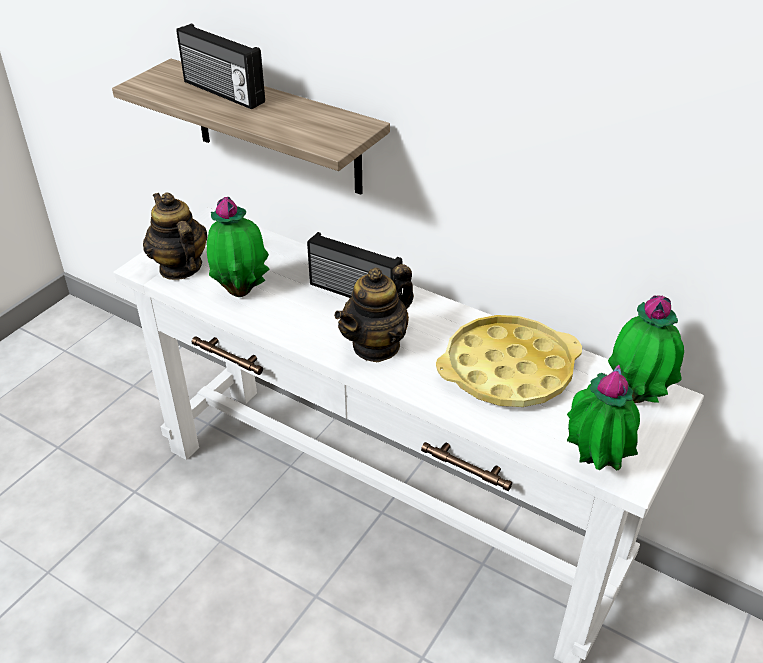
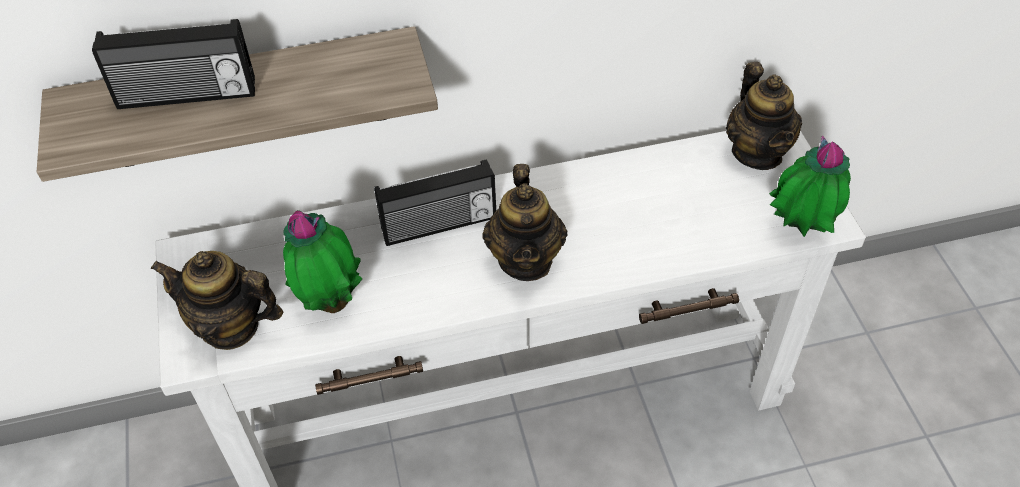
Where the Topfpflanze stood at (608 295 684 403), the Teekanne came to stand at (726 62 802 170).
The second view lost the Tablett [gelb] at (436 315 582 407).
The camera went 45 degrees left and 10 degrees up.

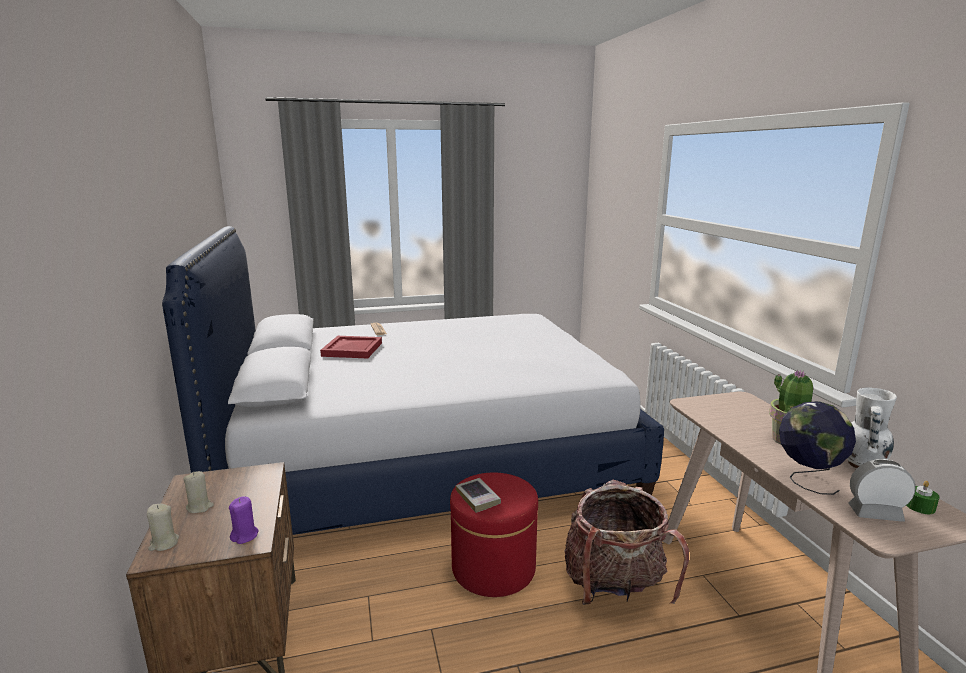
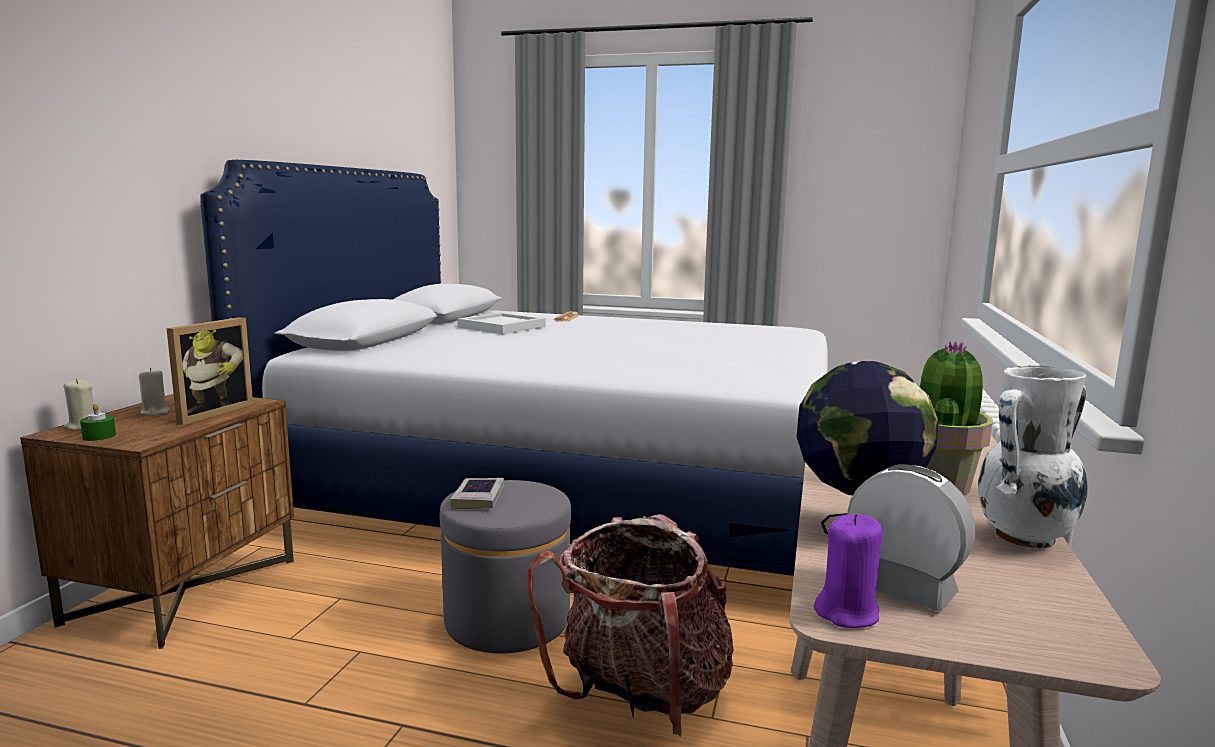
What was the Tablett [rot] at (320 336 382 358) turned into the Tablett [weiß] at (458 312 546 334).
What was the Polsterhocker [rot] at (450 473 538 597) turned into the Polsterhocker [grau] at (440 480 571 653).
The Kerze [grün] ended up elsewhere, having gone from (906 481 939 514) to (80 404 116 441).
The Kerze [lila] ended up elsewhere, having gone from (229 496 258 544) to (814 514 883 628).
The second view gained the Bilderrahmen at (166 317 253 425).
The camera went 30 degrees right and 5 degrees down.

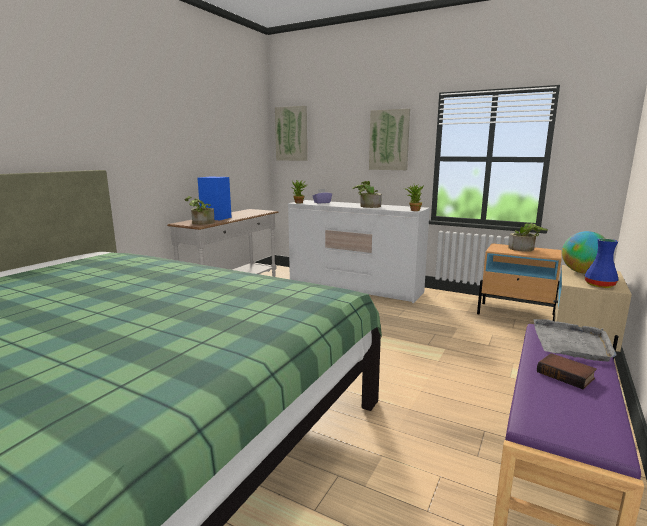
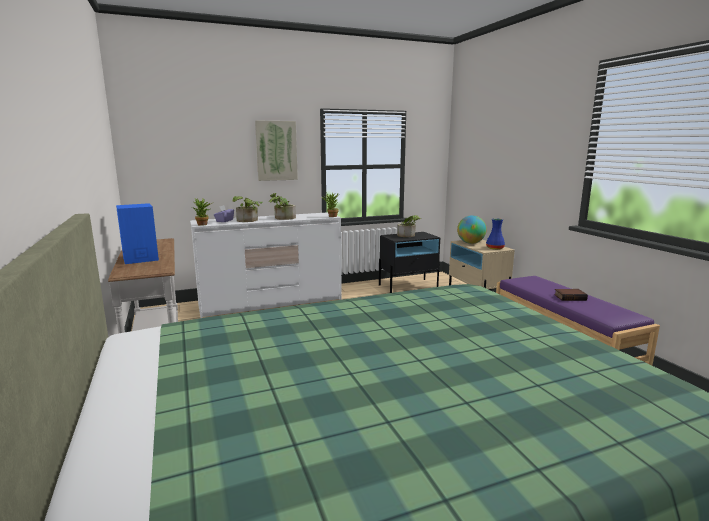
The second view lost the Bild at (275 106 307 161).
The Topfpflanze ended up elsewhere, having gone from (185 196 215 225) to (233 196 263 222).
What was the Nachttisch [beige] at (477 243 562 321) turned into the Nachttisch [schwarz] at (379 232 440 293).
The second view lost the Tablett [grau] at (534 319 617 362).
The camera went 50 degrees left and 0 degrees up.

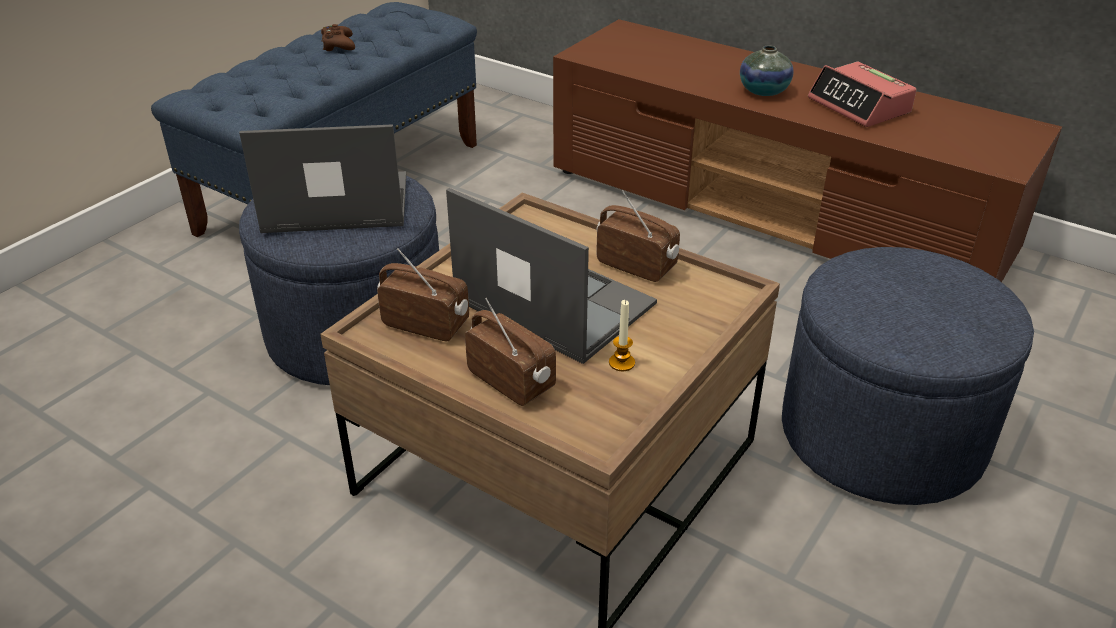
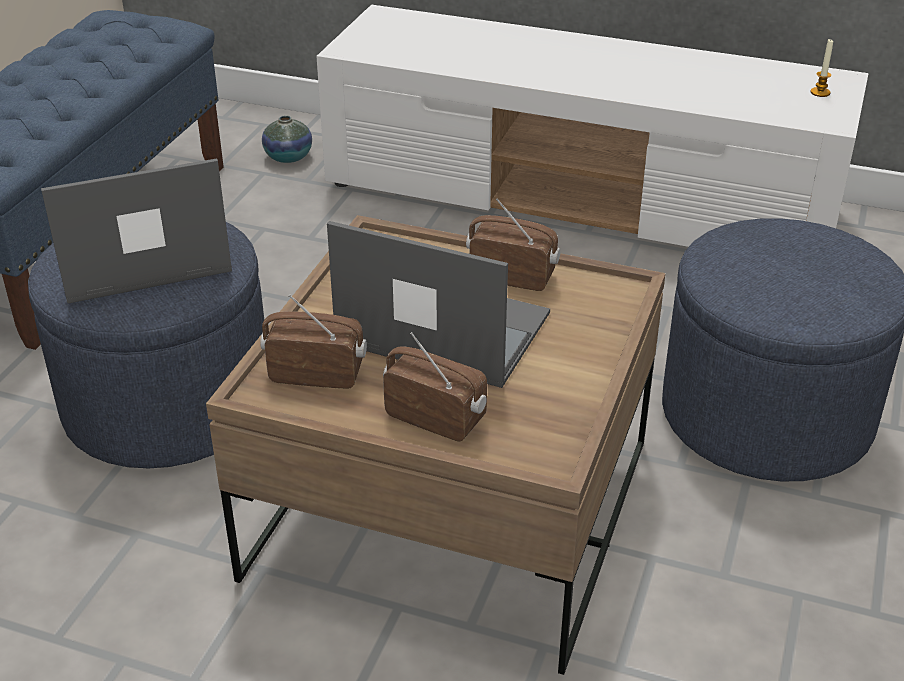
What was the Fernsehschrank [braun] at (553 19 1062 282) turned into the Fernsehschrank [weiß] at (316 5 869 247).
The second view lost the Gamepad [braun] at (321 24 355 51).
The Vase ended up elsewhere, having gone from (740 46 794 96) to (262 115 312 163).
The second view lost the Wecker at (808 62 917 127).
The Kerze ended up elsewhere, having gone from (609 300 635 371) to (811 39 833 97).
The camera went 15 degrees left and 0 degrees up.

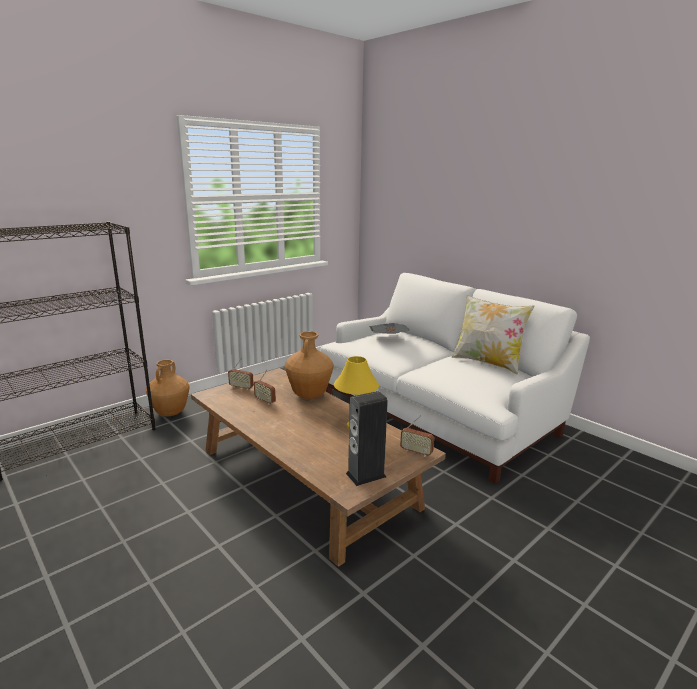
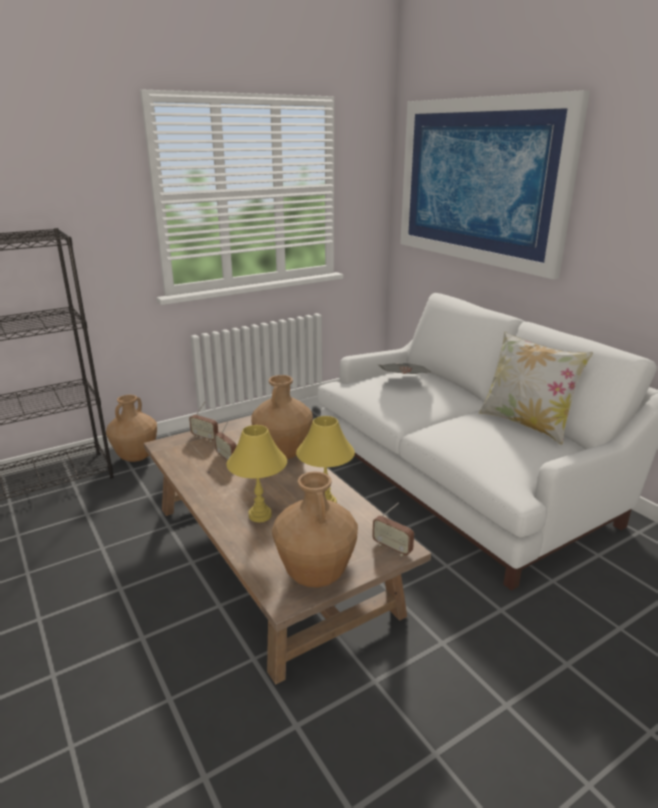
Where the Lautsprecher stood at (346 391 388 486), the Vase [braun] came to stand at (272 471 358 588).
The second view gained the Bild at (400 90 590 279).
The second view gained the Tischlampe [gelb] at (227 425 287 522).
The camera went 10 degrees right and 5 degrees up.

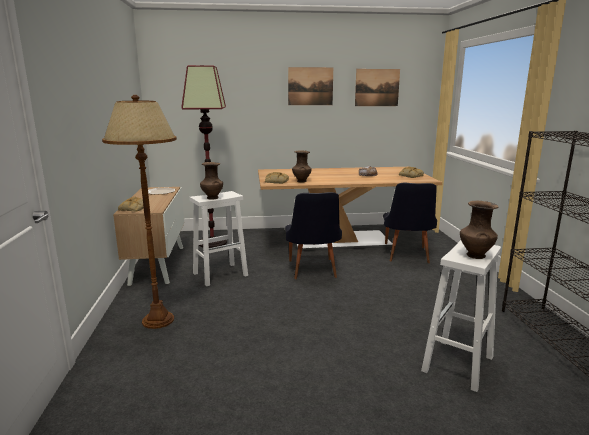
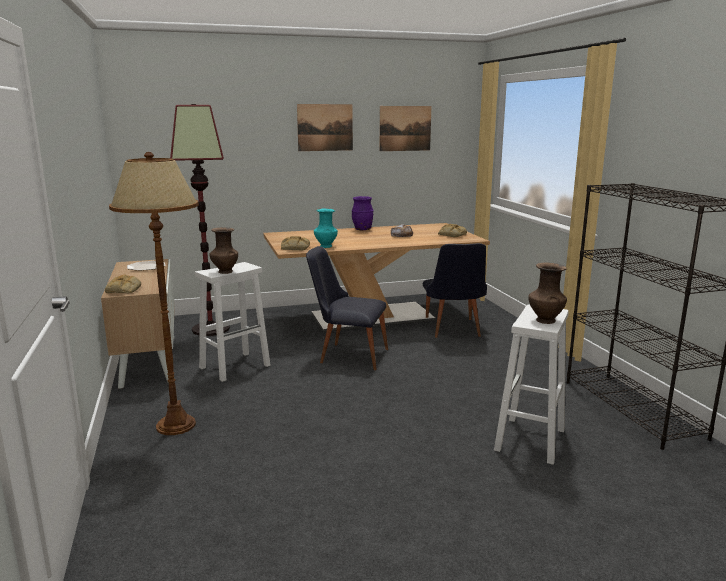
What was the Vase [braun] at (292 150 312 183) turned into the Vase [türkis] at (314 208 338 248).
The Stuhl [schwarz] at (285 192 342 279) ended up facing another way, 120 degrees clockwise from before.
The second view gained the Vase [lila] at (352 196 374 230).
The camera went 10 degrees left and 0 degrees up.

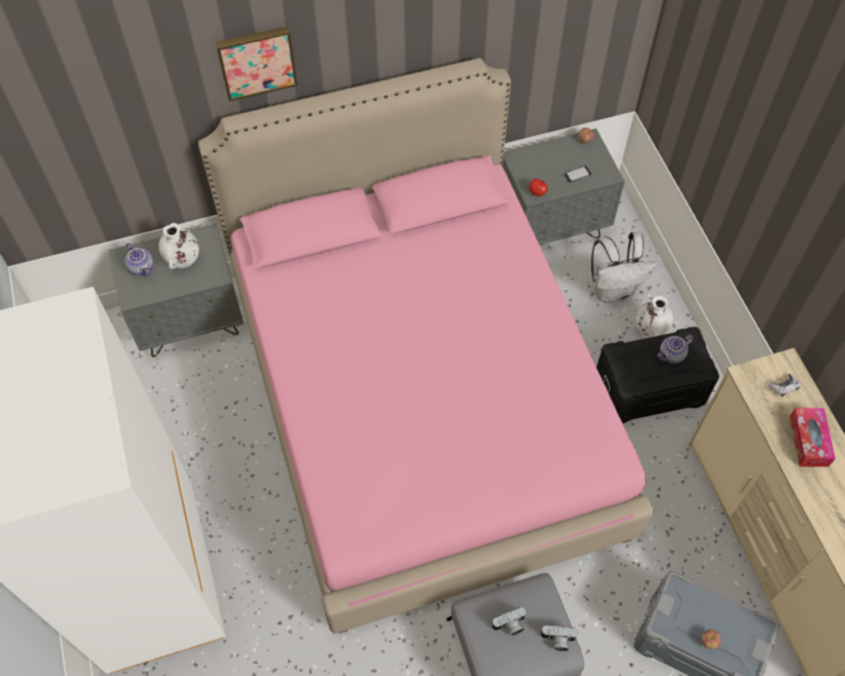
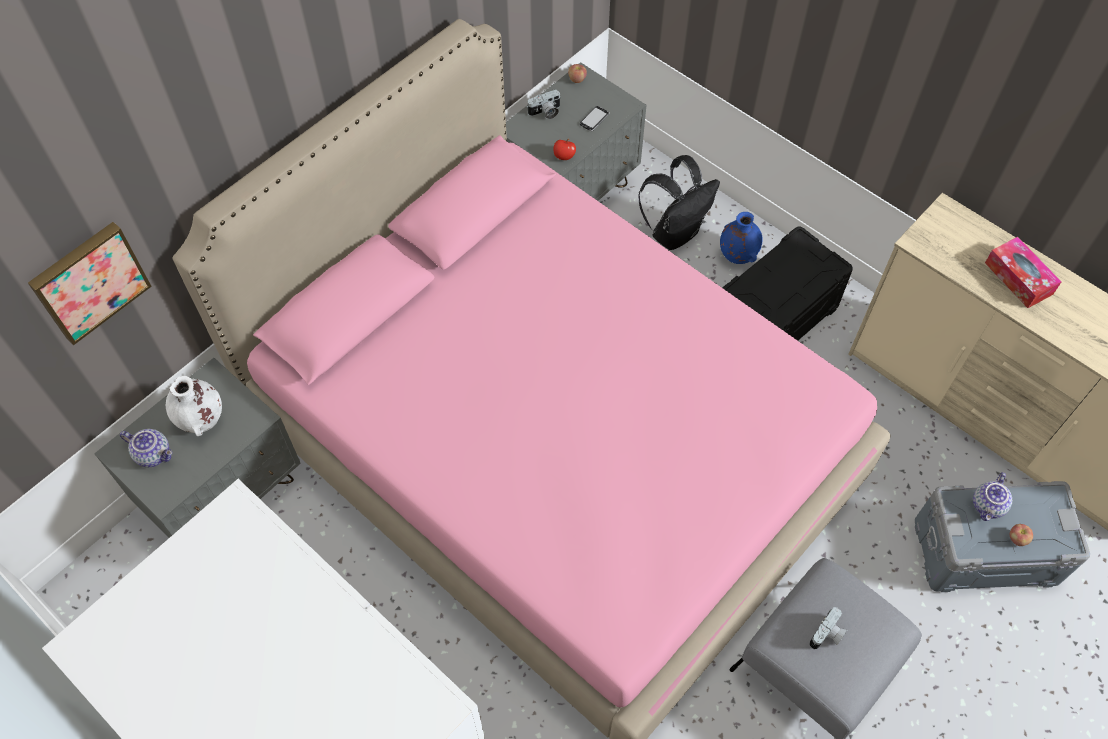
The Bild ended up elsewhere, having gone from (215 26 298 101) to (28 222 152 345).
What was the Rucksack [weiß] at (591 232 656 302) turned into the Rucksack [schwarz] at (638 155 720 250).
What was the Vase [weiß] at (636 296 673 338) turned into the Vase [blau] at (720 212 762 264).
The Teekanne ended up elsewhere, having gone from (658 335 693 364) to (973 472 1012 521).
The second view lost the Gamepad at (768 374 800 397).
The Kamera ended up elsewhere, having gone from (540 626 579 651) to (528 89 561 119).
The camera went 30 degrees left and 0 degrees up.

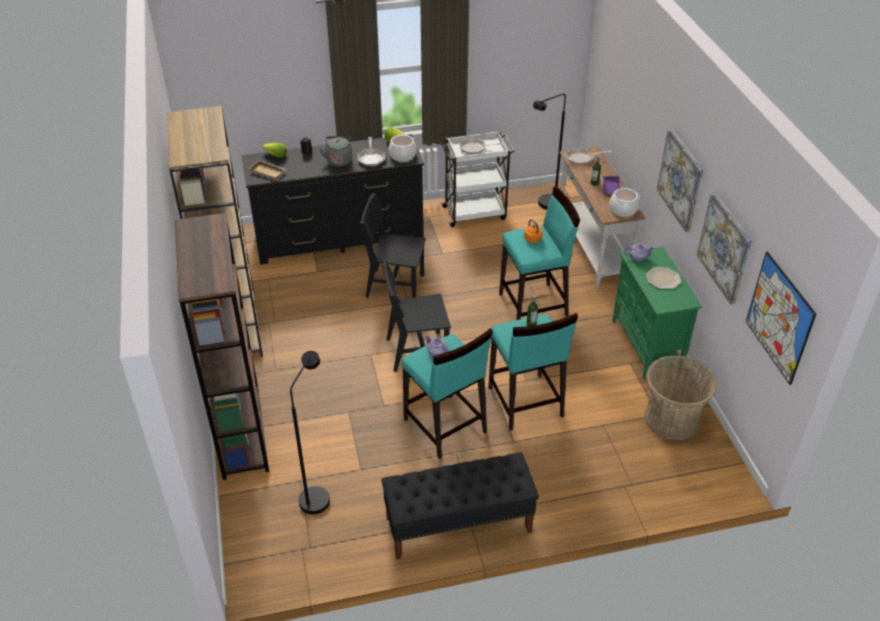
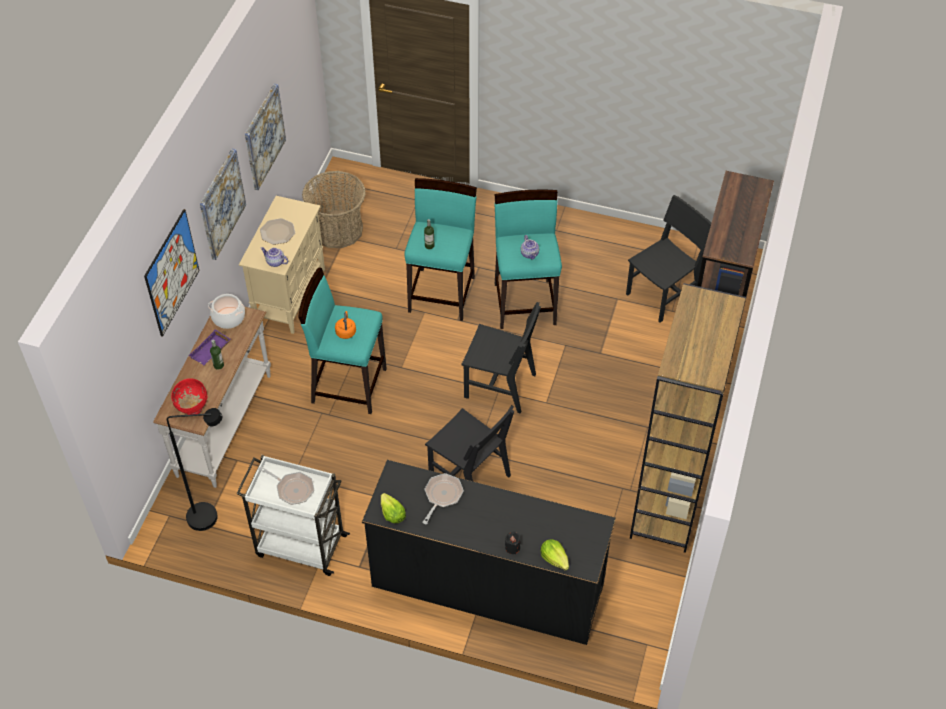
The second view lost the Kochtopf at (388 135 417 162).
The second view lost the Wasserkessel [grau] at (319 136 352 167).
Where the Pfanne stood at (566 148 611 165), the Schüssel [rot] came to stand at (171 378 208 415).
The second view lost the Tablett [beige] at (249 160 286 180).
What was the Schrank [grün] at (612 247 703 379) turned into the Schrank [beige] at (239 196 325 334).
The Bild ended up elsewhere, having gone from (746 251 816 385) to (144 209 200 337).
Where the Stehlampe [schwarz] stood at (290 351 330 515), the Stuhl [schwarz] came to stand at (626 195 711 323).
The second view lost the Bank [schwarz] at (382 452 539 560).
The camera went 150 degrees left and 10 degrees up.

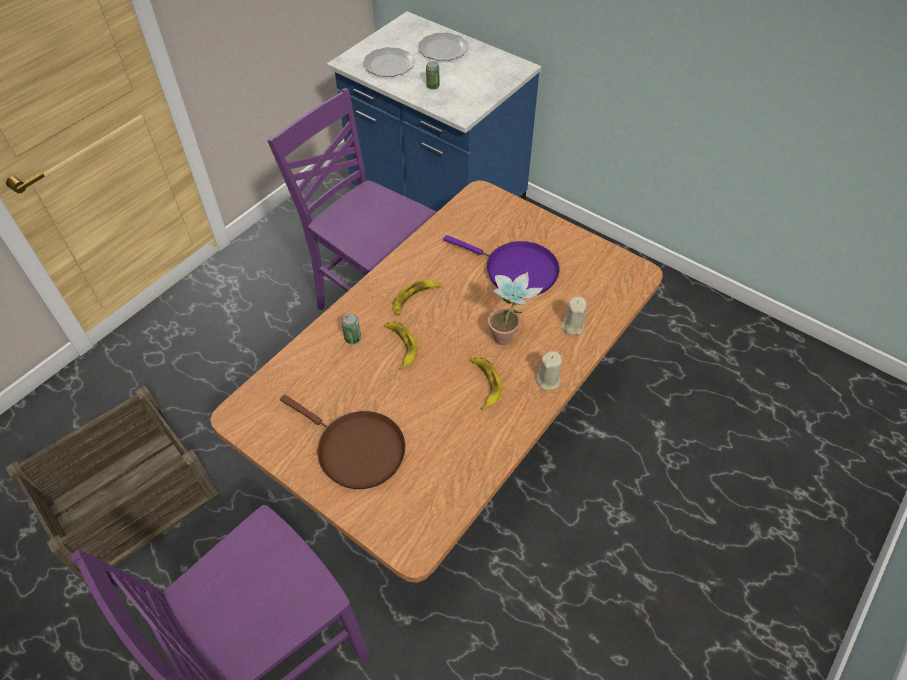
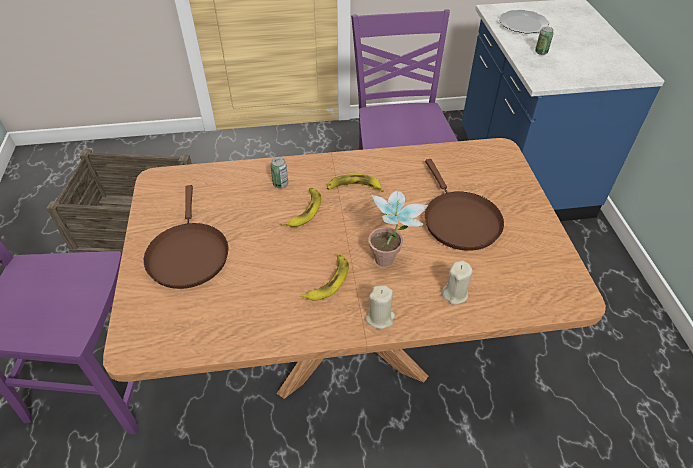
The second view lost the Teller at (418 32 468 61).
What was the Pfanne [lila] at (444 235 560 295) turned into the Pfanne [braun] at (425 159 504 251).
The camera went 45 degrees right and 5 degrees down.

